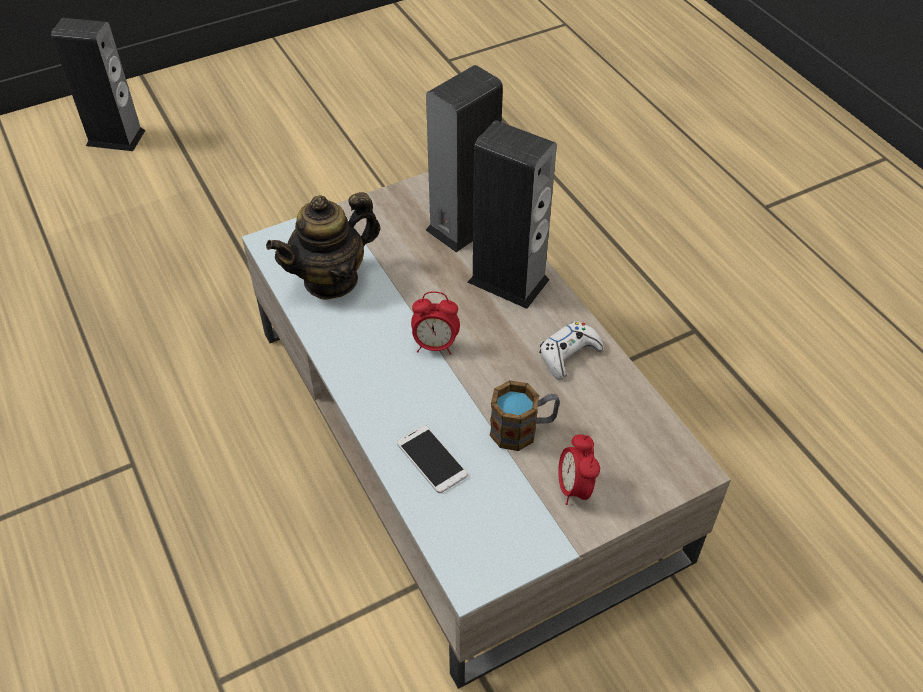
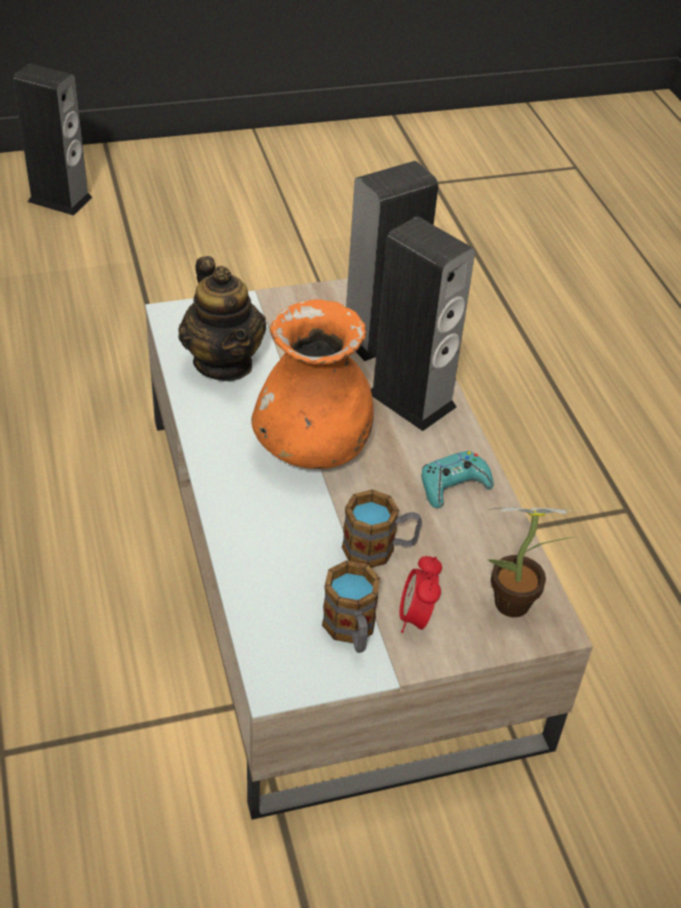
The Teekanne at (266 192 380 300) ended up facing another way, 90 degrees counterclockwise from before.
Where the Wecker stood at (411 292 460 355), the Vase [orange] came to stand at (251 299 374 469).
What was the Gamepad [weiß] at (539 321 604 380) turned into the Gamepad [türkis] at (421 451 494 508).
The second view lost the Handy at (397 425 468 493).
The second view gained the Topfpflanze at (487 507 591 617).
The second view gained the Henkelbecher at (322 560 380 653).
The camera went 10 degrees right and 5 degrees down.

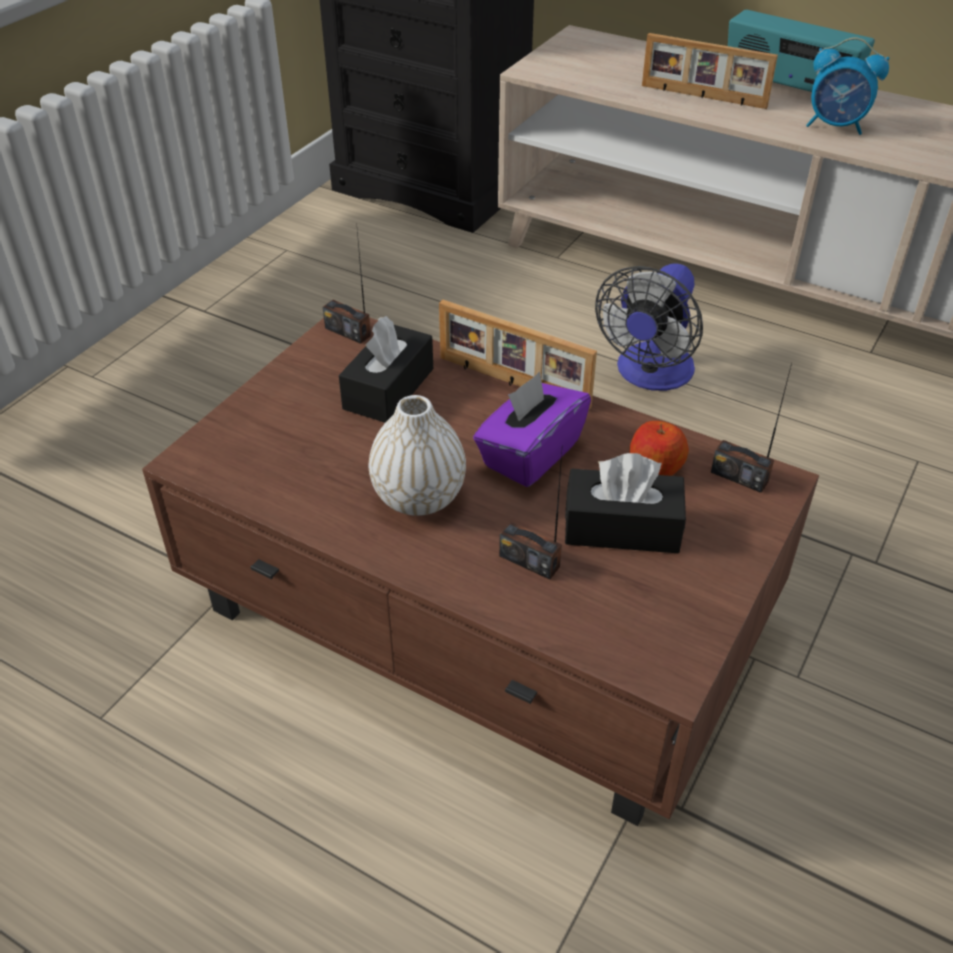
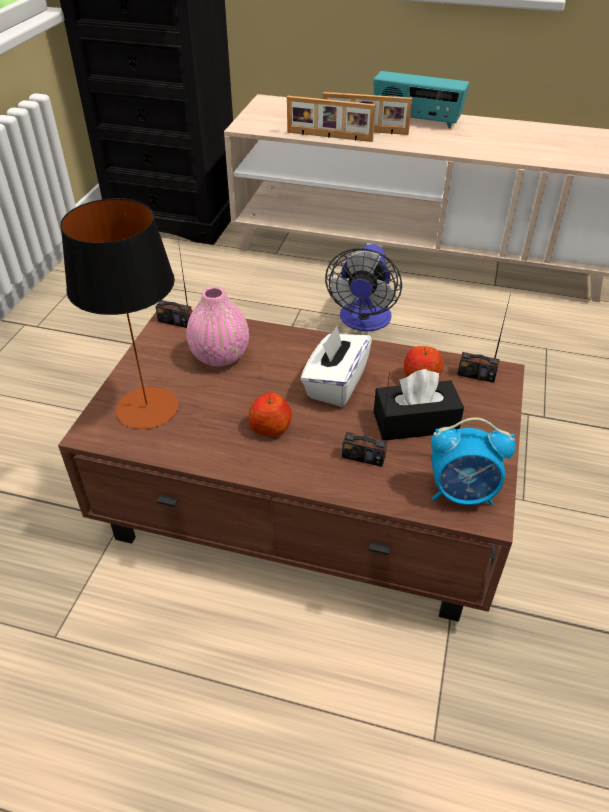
The Wecker ended up elsewhere, having gone from (806 37 890 135) to (431 417 515 505).
The Bilderrahmen ended up elsewhere, having gone from (439 300 597 411) to (287 96 376 142).
Where the Taschentuchbox [schwarz] stood at (339 316 433 423), the Vase [rosa] came to stand at (186 287 249 367).
What was the Taschentuchbox [lila] at (473 372 591 487) turned into the Taschentuchbox [weiß] at (301 326 372 407).
Where the Vase [weiß] stood at (368 395 466 516), the Apfel came to stand at (249 392 292 436).
The second view gained the Tischlampe at (60 198 179 429).
The camera went 15 degrees left and 0 degrees up.

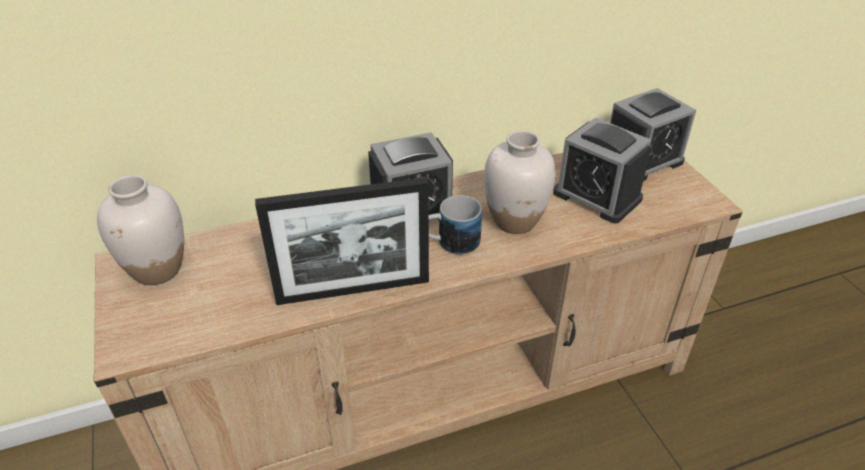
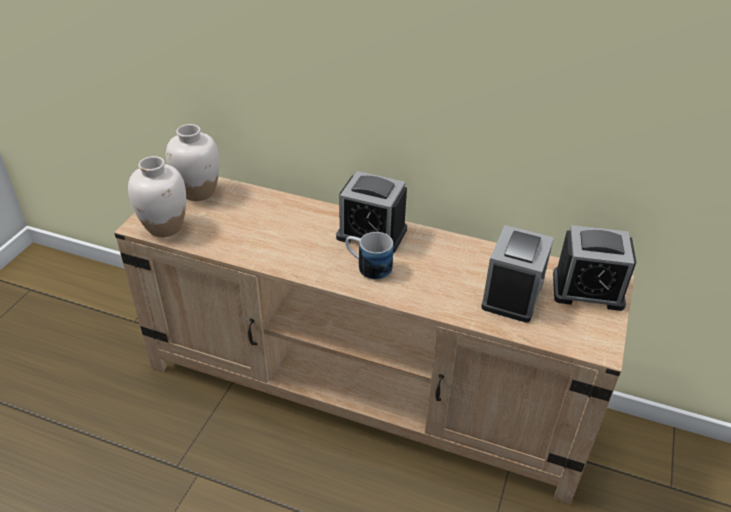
The Wecker at (553 117 651 224) ended up facing another way, 150 degrees counterclockwise from before.
The Vase [weiß] ended up elsewhere, having gone from (484 130 556 234) to (128 156 186 237).
The second view lost the Bilderrahmen at (255 178 429 305).
The camera went 40 degrees right and 0 degrees up.

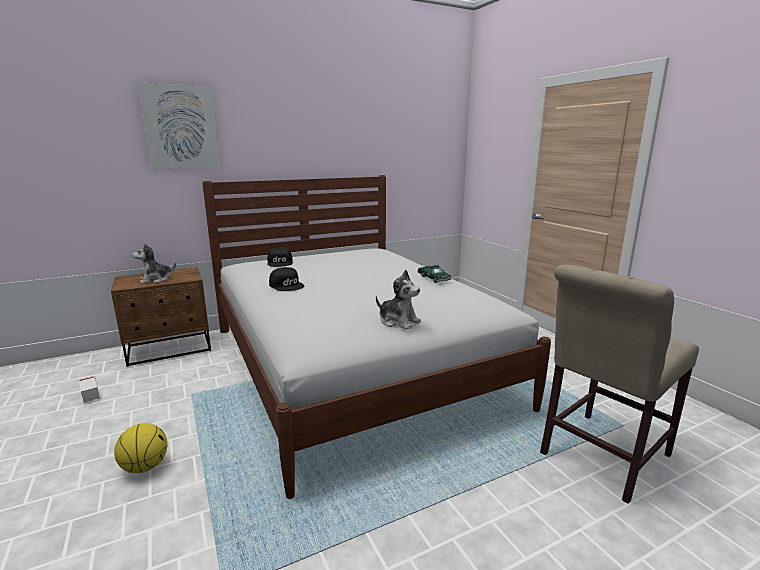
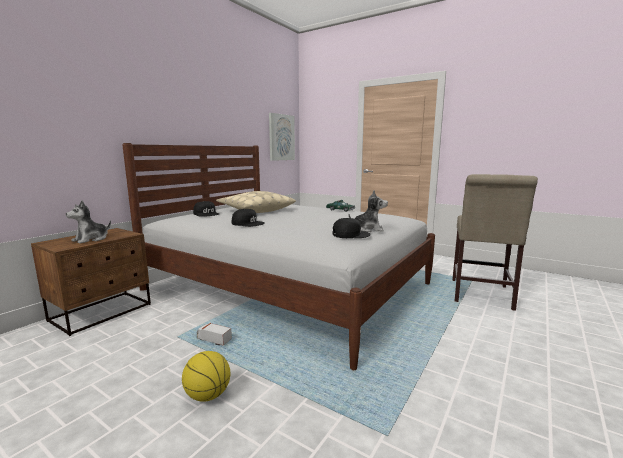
The Bild ended up elsewhere, having gone from (137 82 220 169) to (269 113 295 161).
The Spielzeuglaster ended up elsewhere, having gone from (79 376 100 402) to (197 323 232 346).
The second view gained the Kissen [beige] at (216 191 296 213).
The second view gained the Kappe [schwarz] at (332 218 371 238).
The camera went 30 degrees left and 5 degrees down.

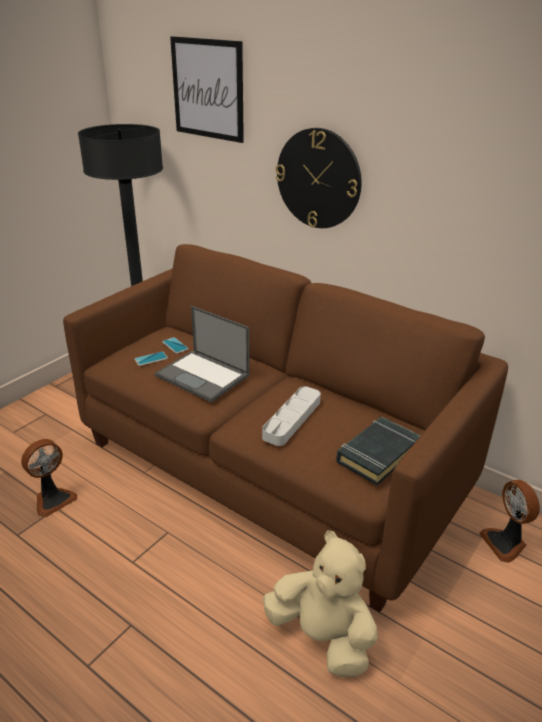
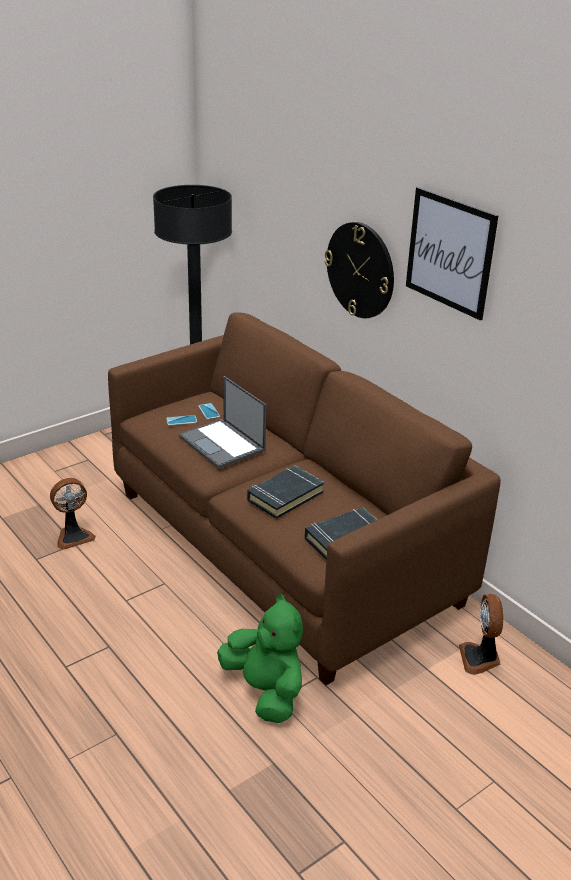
The Bild ended up elsewhere, having gone from (170 36 244 143) to (406 187 498 320).
Where the Tablett [grau] stood at (262 386 321 446), the Buch [schwarz] came to stand at (247 465 324 519).
What was the Plüschtier [beige] at (263 530 377 677) turned into the Plüschtier [grün] at (217 594 303 723).
The camera went 15 degrees right and 0 degrees up.

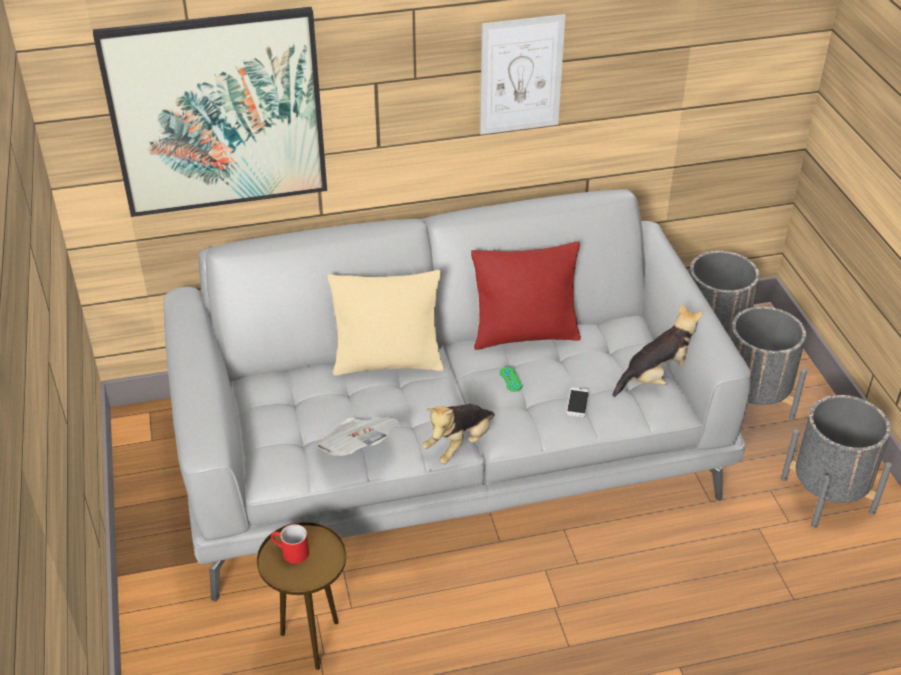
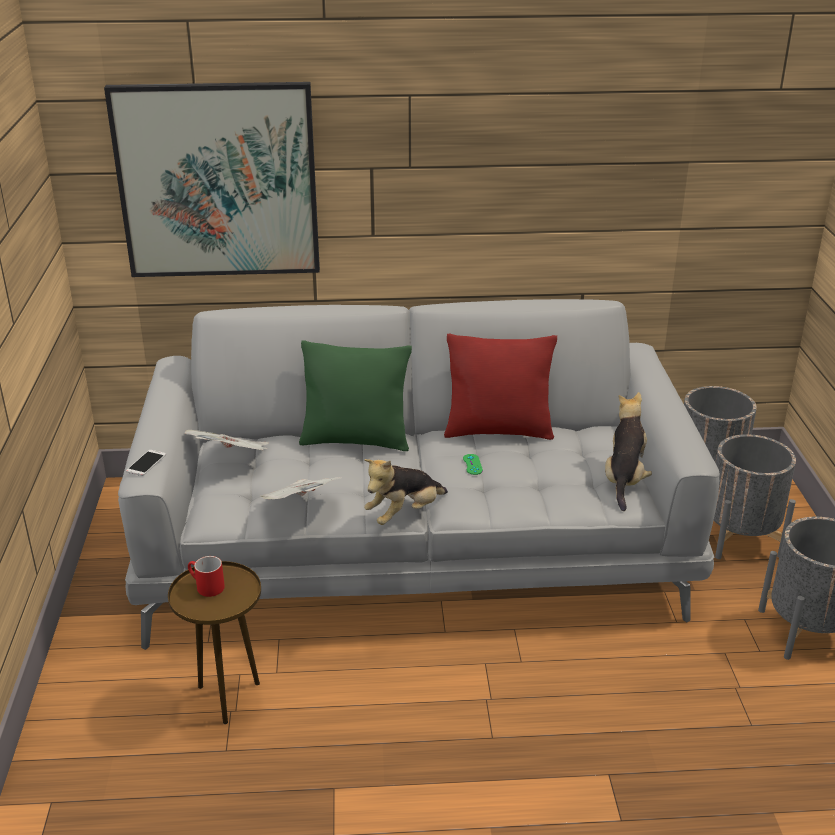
The second view lost the Bild at (480 14 566 135).
What was the Kissen [beige] at (328 270 444 376) turned into the Kissen [grün] at (299 340 412 451).
The Plüschtier at (612 303 703 397) ended up facing another way, 60 degrees counterclockwise from before.
The Handy ended up elsewhere, having gone from (566 387 590 417) to (126 450 166 476).
The second view gained the Zeitung at (185 430 269 451).
The camera went 10 degrees right and 10 degrees down.

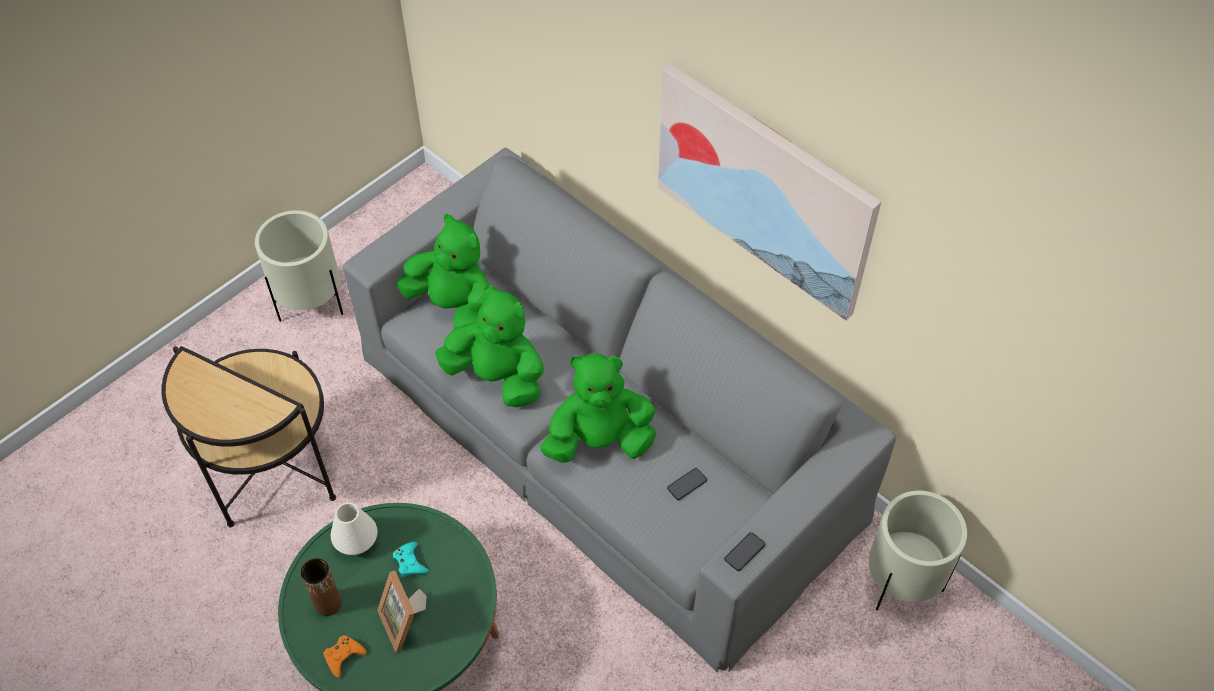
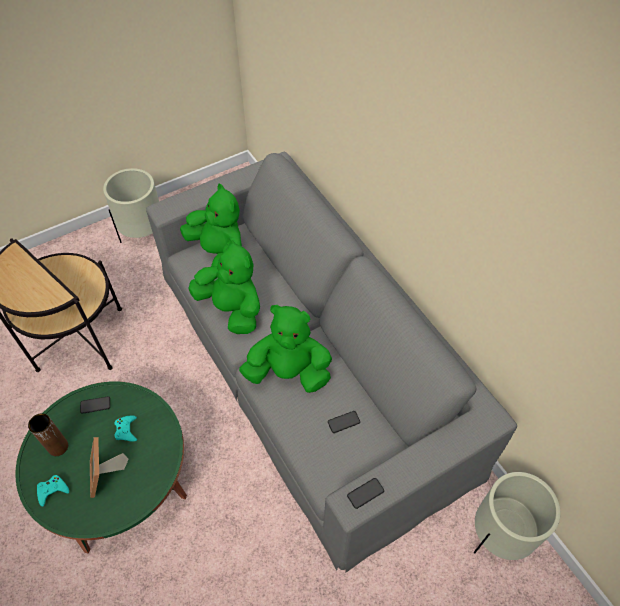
The second view lost the Bild at (658 64 881 320).
Where the Vase [weiß] stood at (331 502 378 555), the Handy came to stand at (80 396 110 414).
What was the Gamepad [orange] at (323 635 366 678) turned into the Gamepad [türkis] at (37 475 69 507).
The camera went 15 degrees right and 0 degrees up.

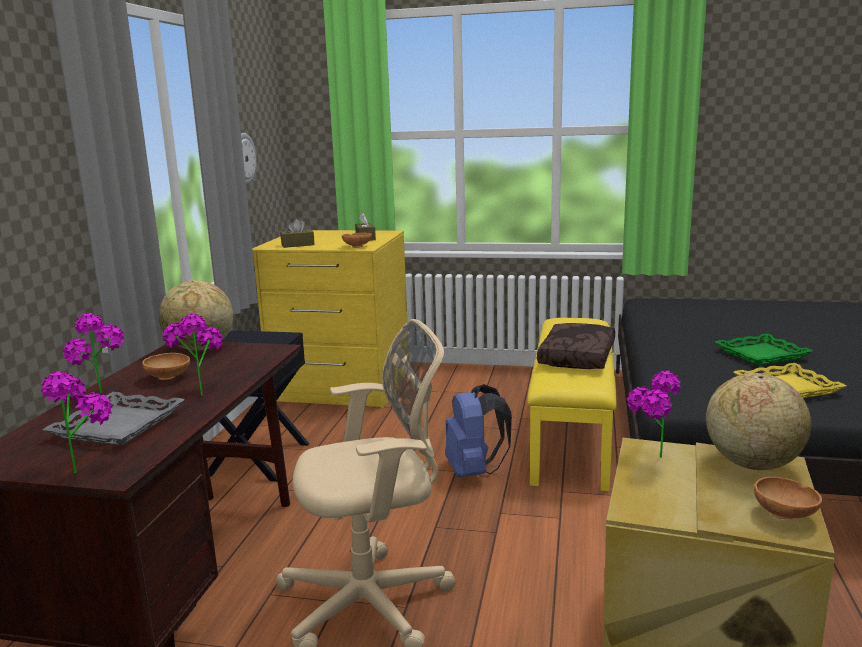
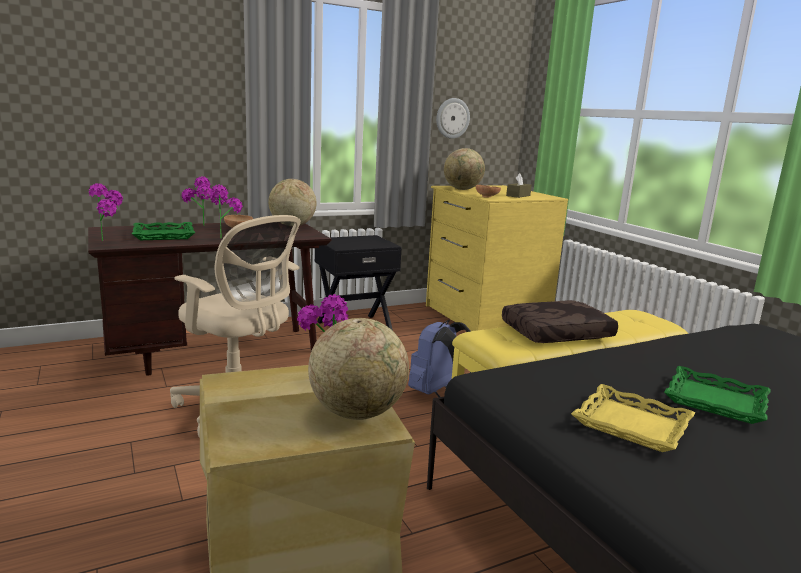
Where the Taschentuchbox [braun] stood at (280 219 315 248), the Globus came to stand at (444 148 485 190).
What was the Tablett [grau] at (43 392 185 446) turned into the Tablett [grün] at (132 222 195 240).
The second view lost the Schüssel [braun] at (754 477 822 519).
The camera went 50 degrees right and 0 degrees up.

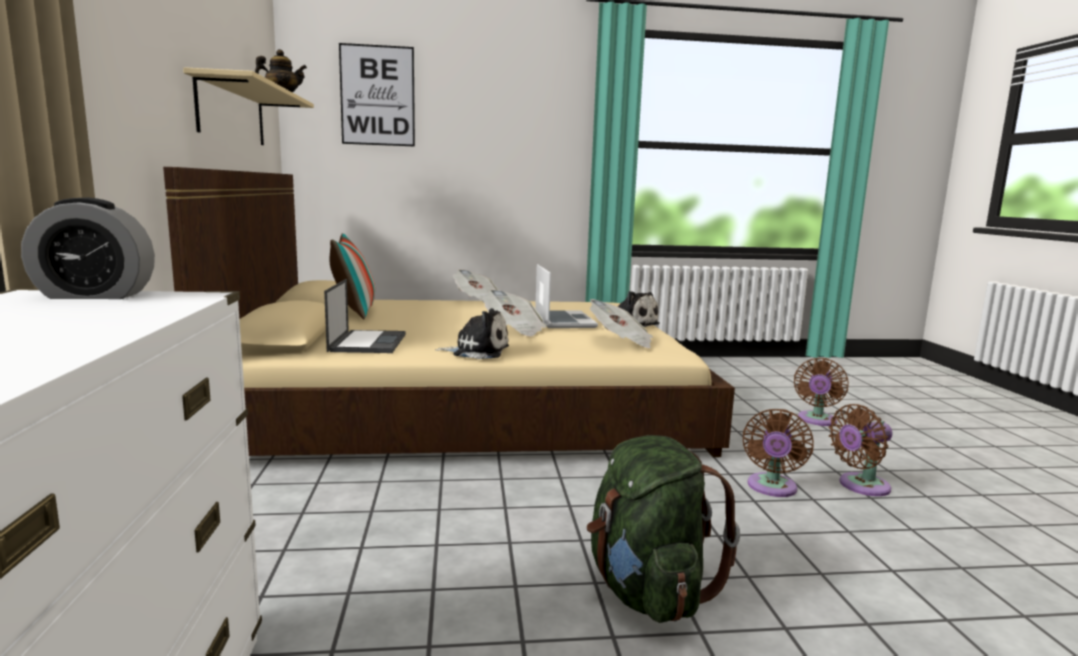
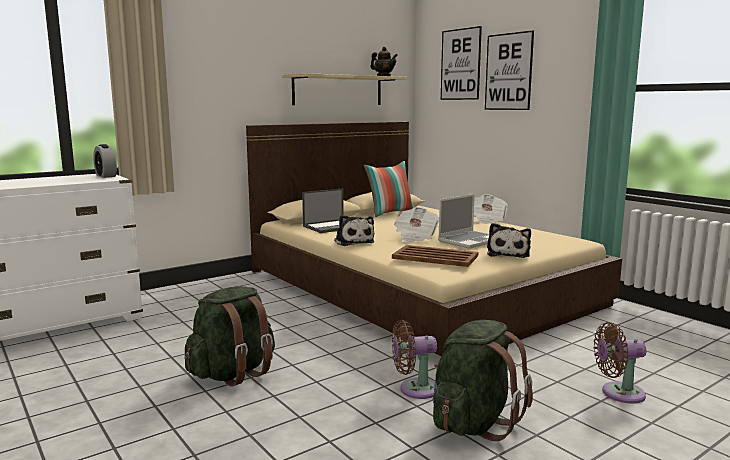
Where the Zeitung stood at (590 299 653 349), the Tablett [braun] came to stand at (392 245 478 267).
Where the Ventilator [braun] stood at (829 404 892 496), the Rucksack [grün] came to stand at (433 320 533 441).
The second view gained the Bild at (485 30 534 110).
The camera went 60 degrees right and 0 degrees up.

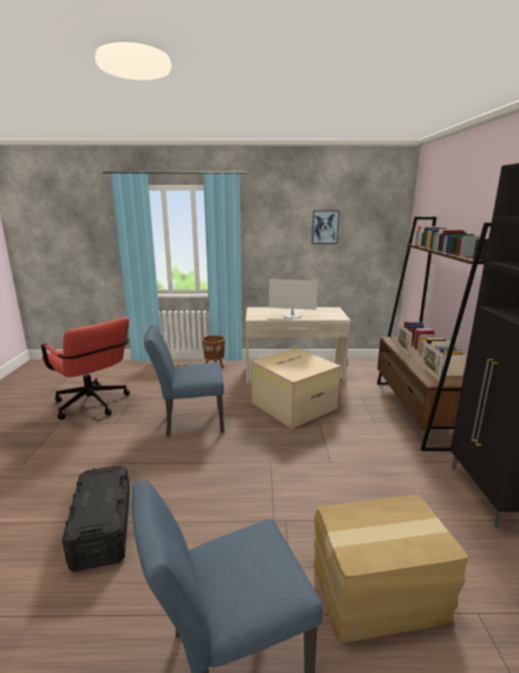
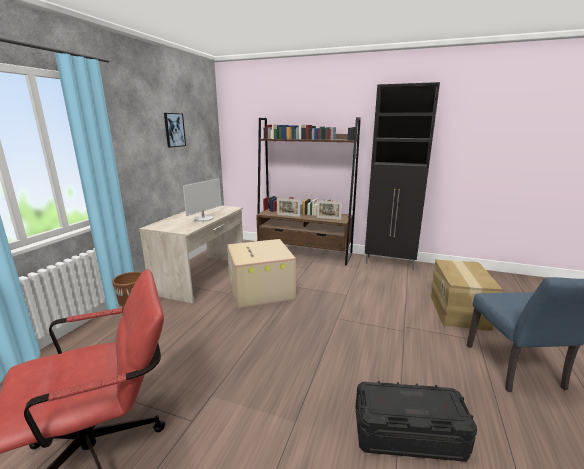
The second view lost the Stuhl [blau] at (144 325 224 436).
The camera went 70 degrees left and 0 degrees up.

